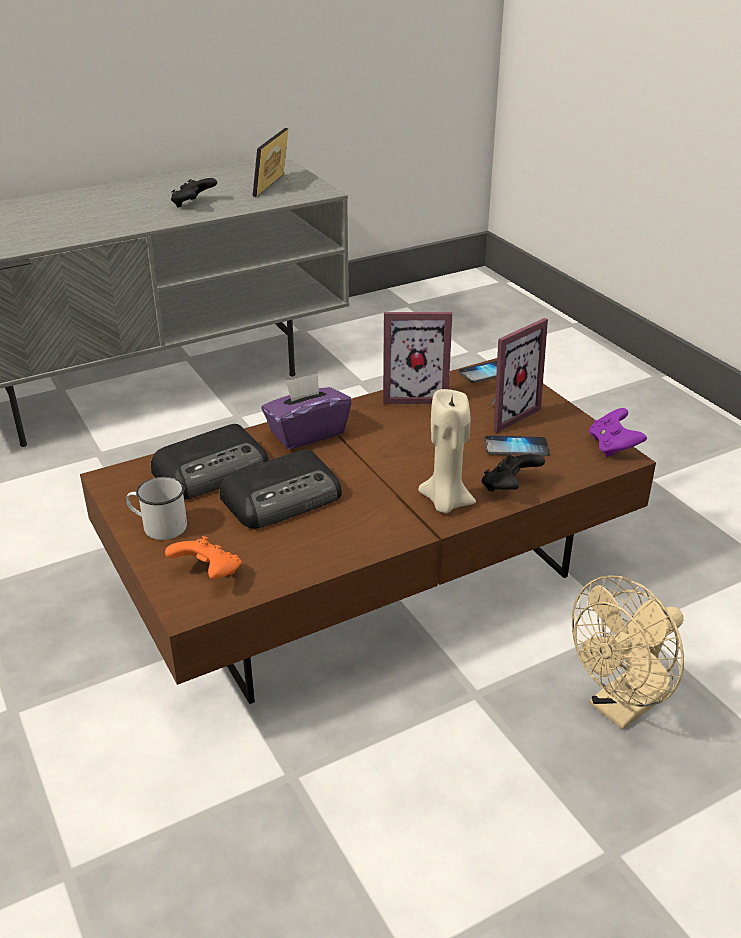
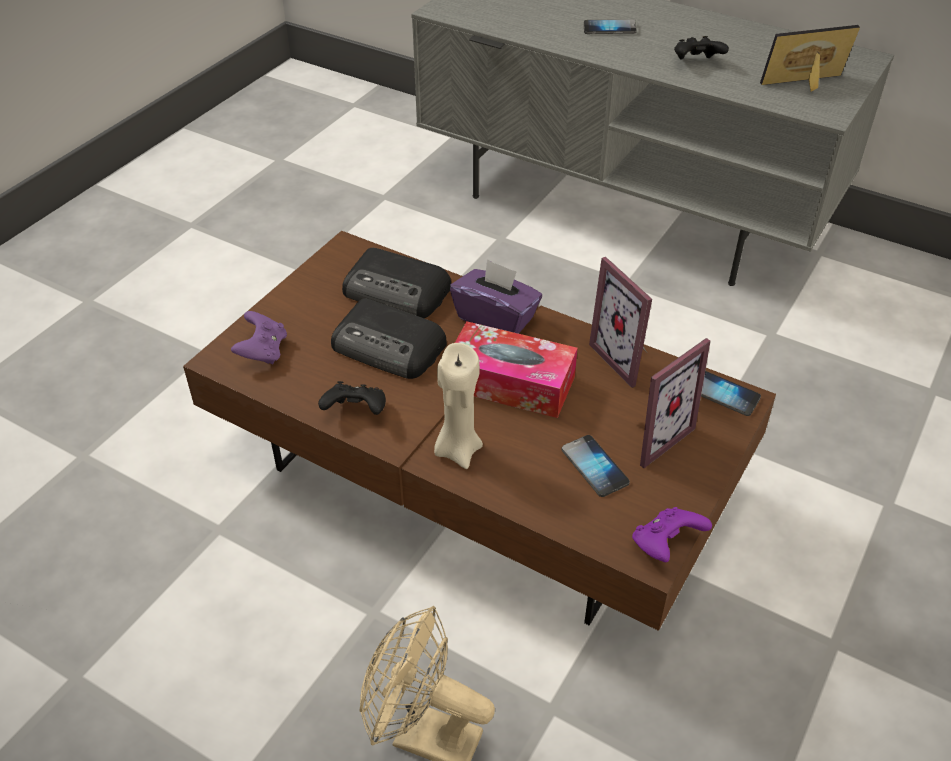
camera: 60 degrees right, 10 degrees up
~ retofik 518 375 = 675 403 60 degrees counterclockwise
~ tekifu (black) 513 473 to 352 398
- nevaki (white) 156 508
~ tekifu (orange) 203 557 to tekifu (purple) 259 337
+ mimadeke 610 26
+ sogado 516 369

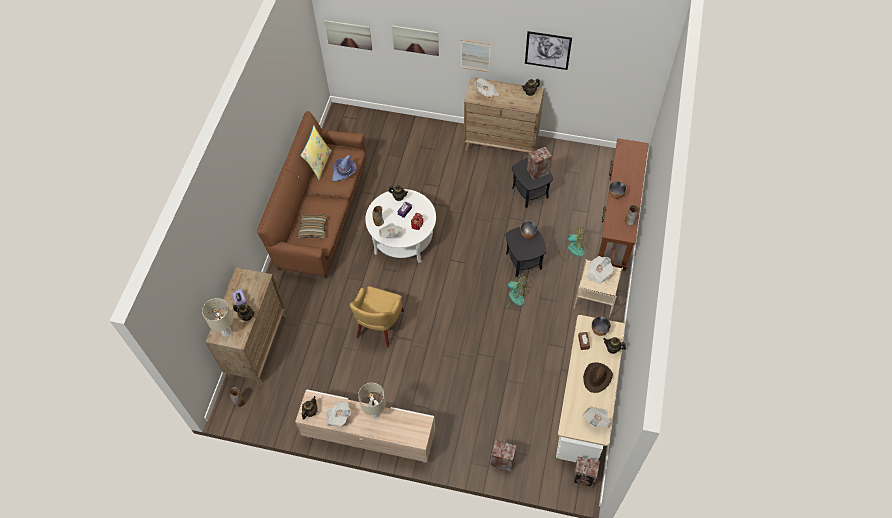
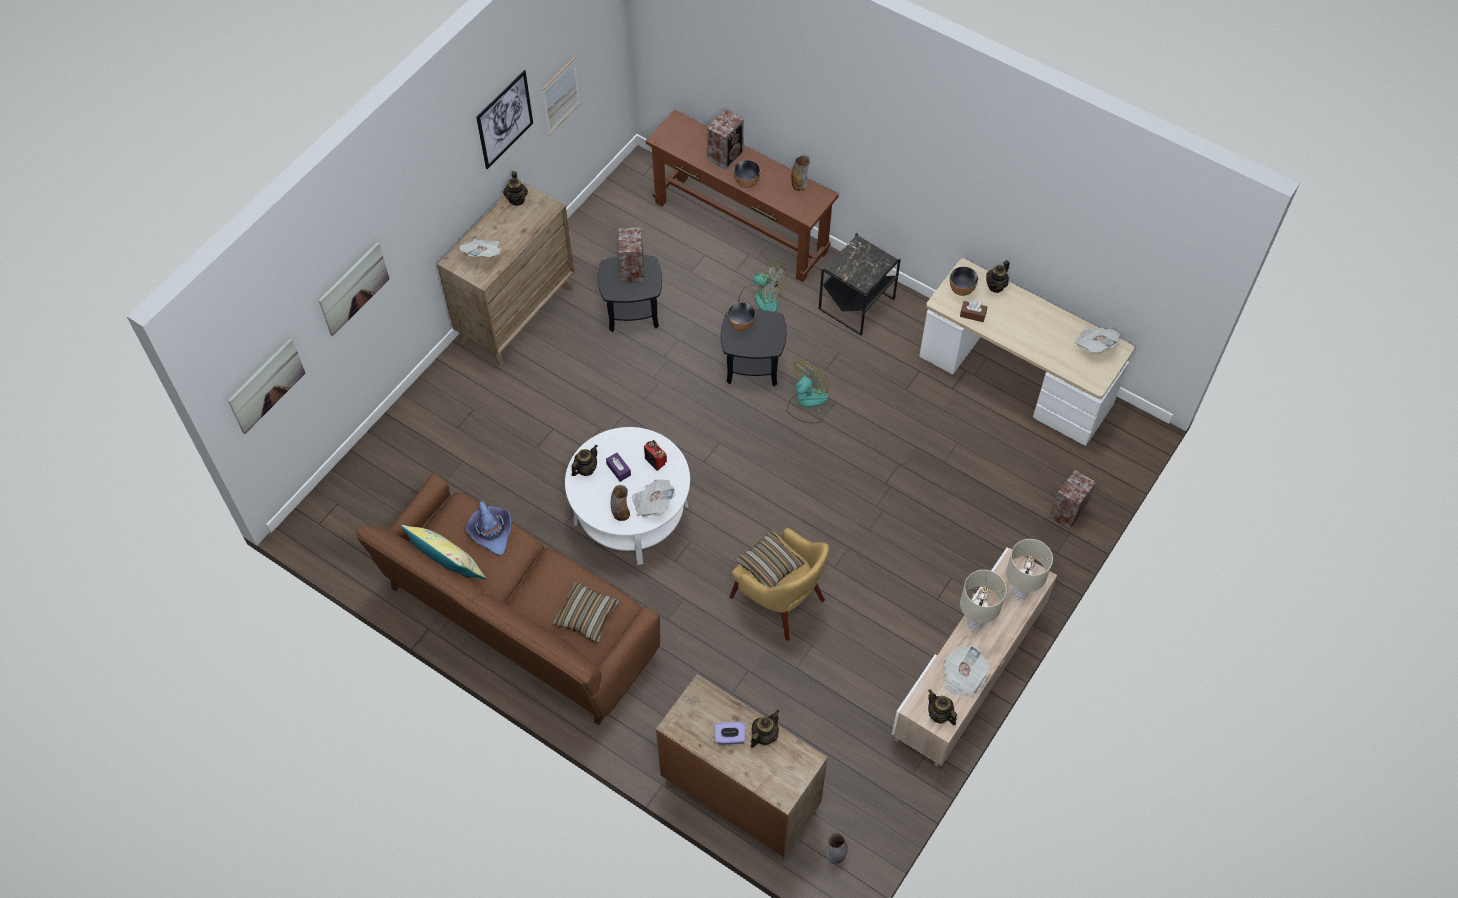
camera: 70 degrees left, 0 degrees up
~ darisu 475 55 to 561 96
~ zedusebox 571 243 = 761 287 90 degrees clockwise
- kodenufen 600 270
~ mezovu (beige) 598 288 to mezovu (black) 860 284
~ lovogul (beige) 217 317 to 1029 569
- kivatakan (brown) 598 377
~ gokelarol 586 471 to 725 139
+ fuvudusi 770 559

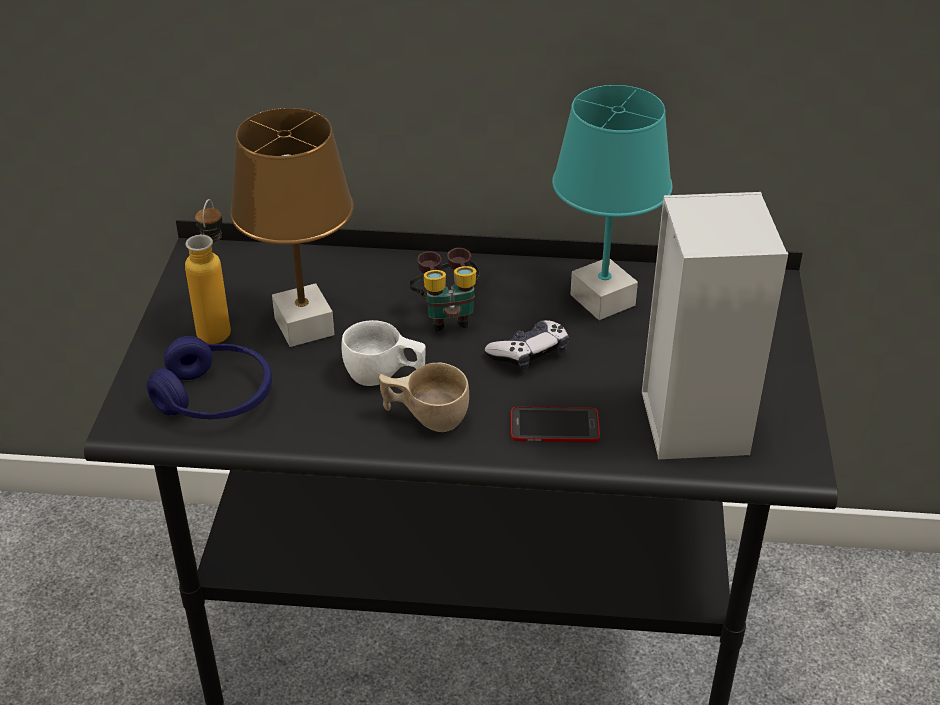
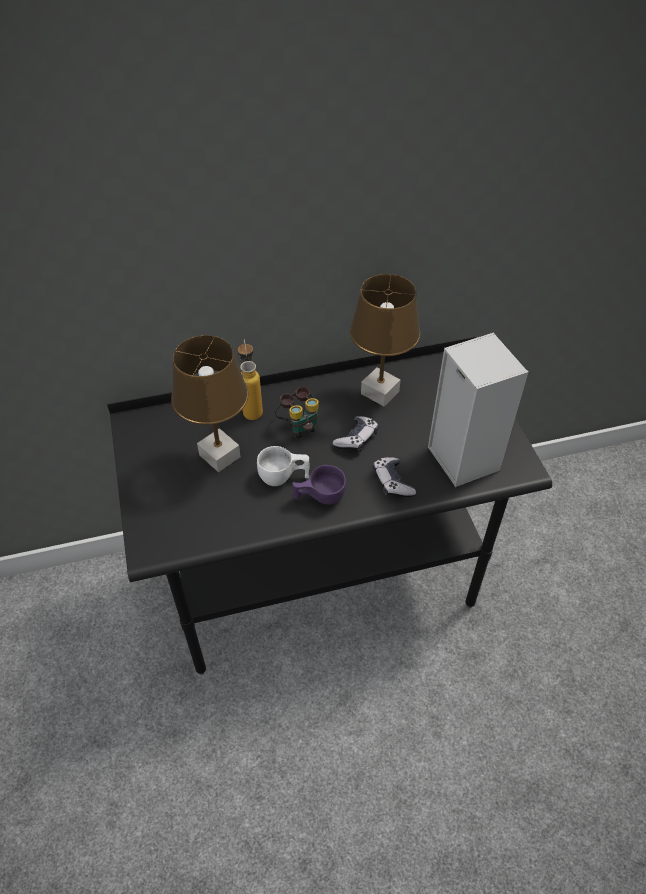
camera: 20 degrees left, 10 degrees up
~ lovogul (turquoise) 612 202 to lovogul (brown) 385 340
~ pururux 208 271 to 250 380
- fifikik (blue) 209 378
~ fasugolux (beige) 424 397 to fasugolux (purple) 319 485
~ mimadeke 555 424 to tekifu 394 477

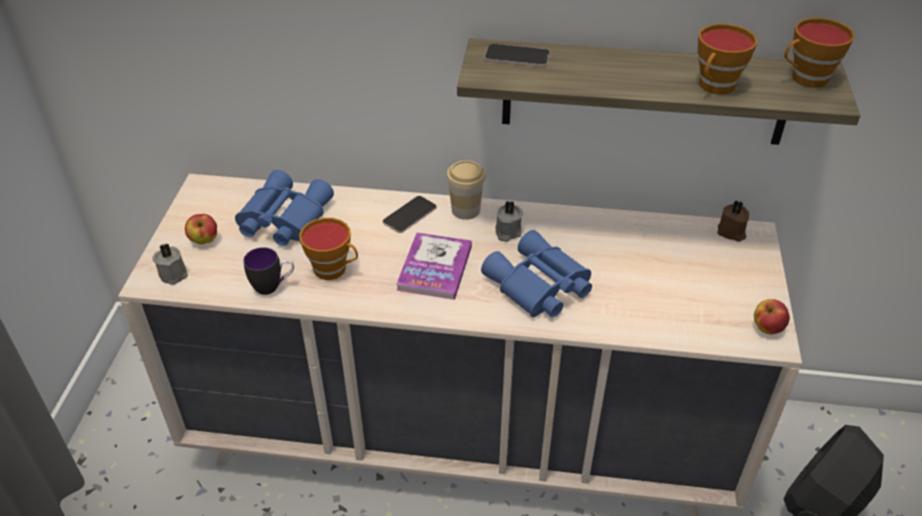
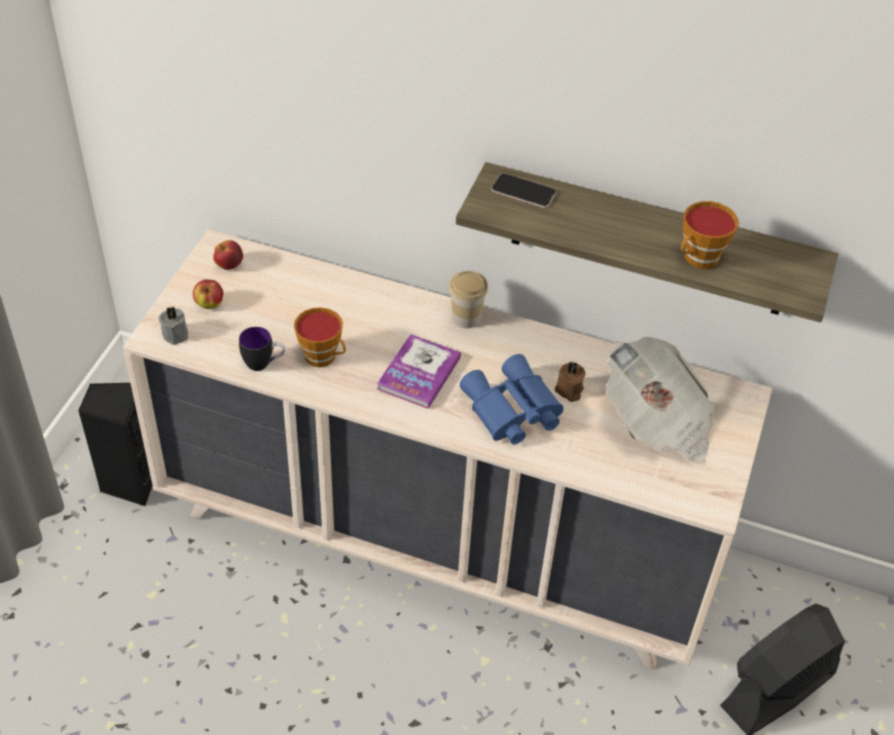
camera: 10 degrees right, 5 degrees up
- fasugolux 819 53
- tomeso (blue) 284 208
- mimadeke 410 214
- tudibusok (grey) 509 221
~ tudibusok (brown) 733 221 to 570 382
~ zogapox 772 316 to 228 255
+ kodenufen 661 400
+ gokelarol (black) 115 444

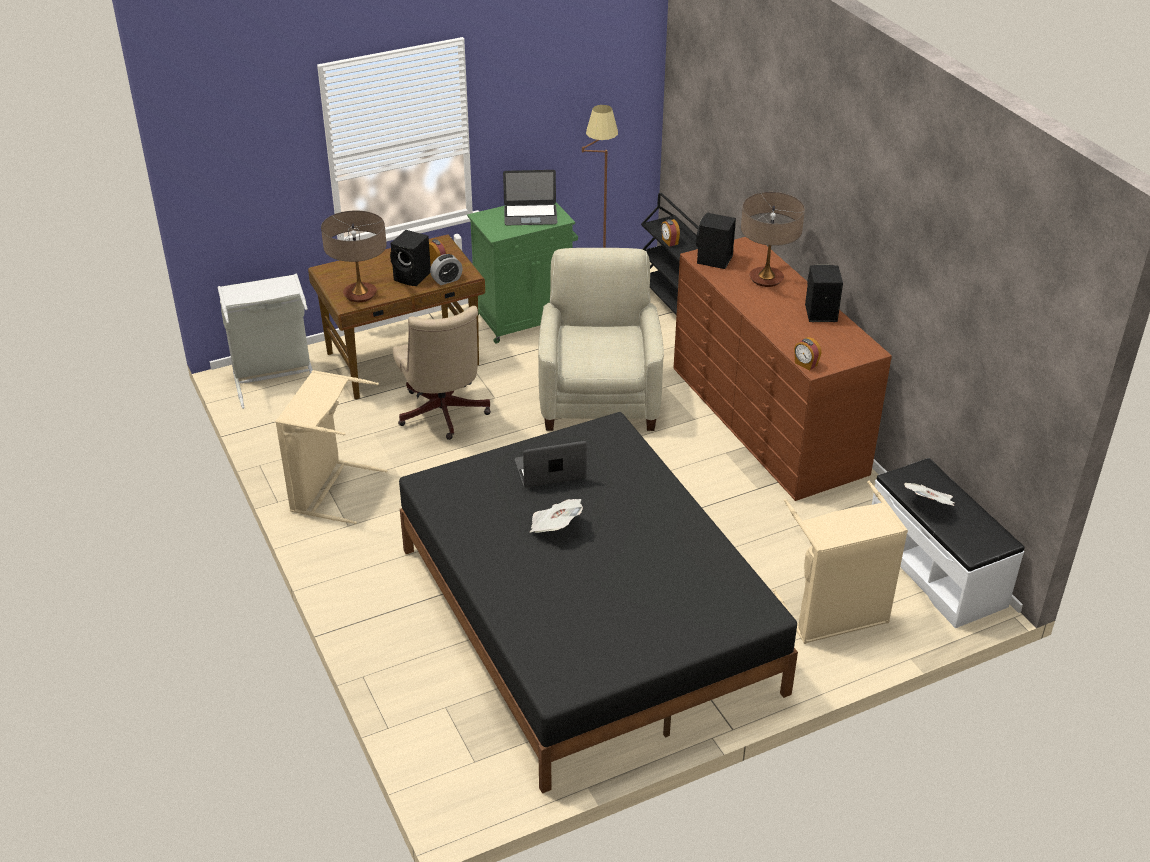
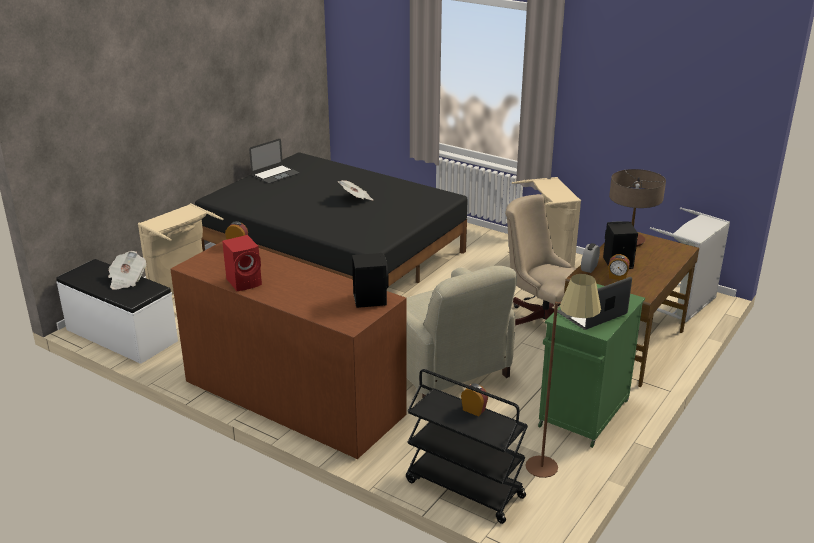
camera: 150 degrees right, 10 degrees down
- lovogul 773 239
~ gokelarol (black) 824 293 to gokelarol (red) 242 263
~ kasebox 551 464 to 274 161

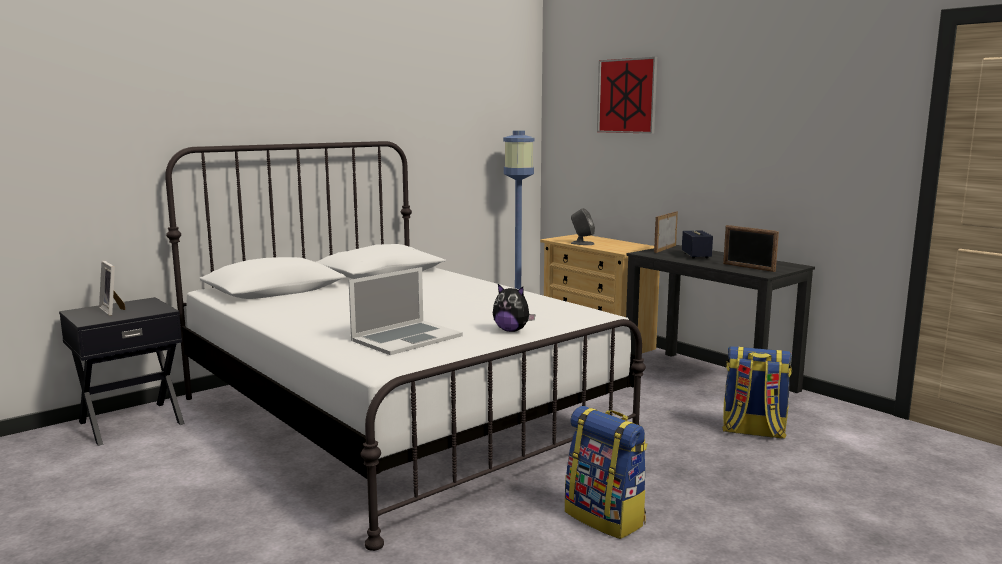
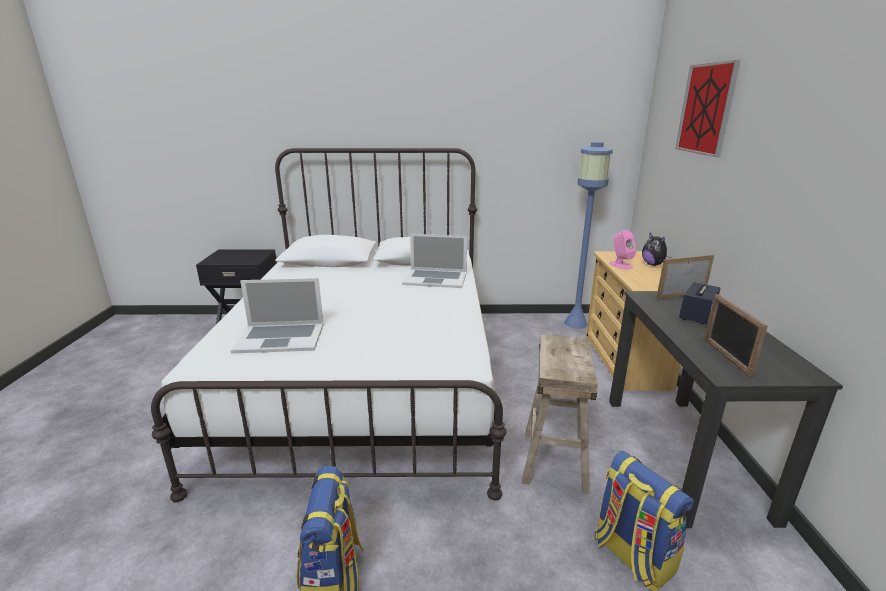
camera: 40 degrees right, 10 degrees up
~ gokelarol (grey) 583 226 to gokelarol (pink) 623 249
- retofik 112 288
~ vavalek 514 308 to 656 249
+ kasebox 434 261
+ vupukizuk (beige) 560 414

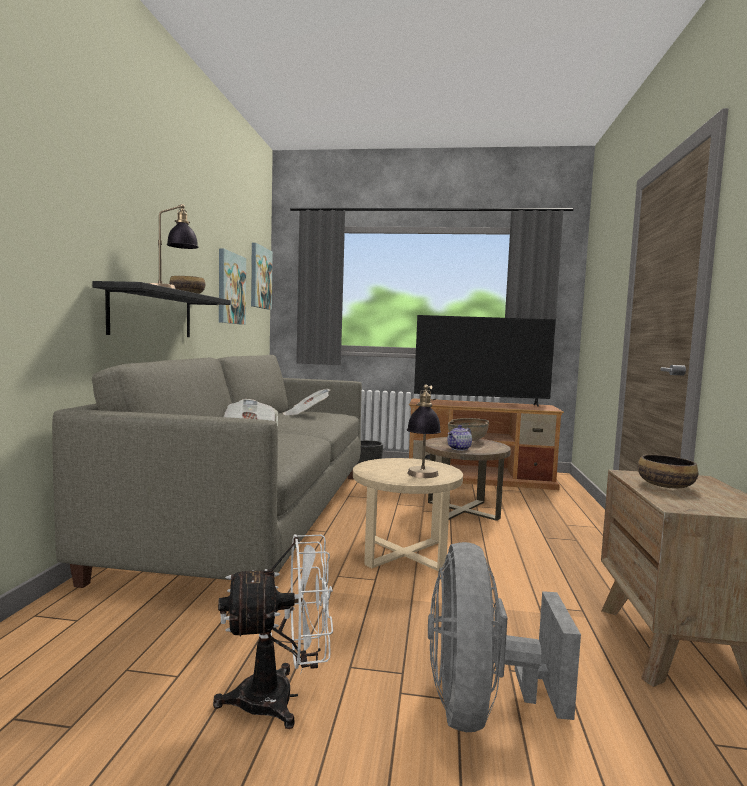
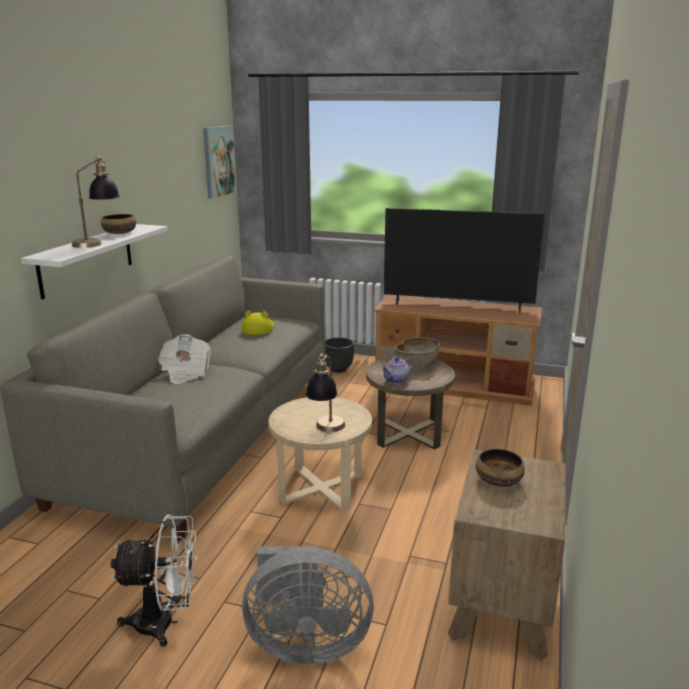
camera: 10 degrees right, 15 degrees up
- darisu 232 287
~ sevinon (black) 162 309 to sevinon (white) 94 261
~ kodenufen 306 402 to kivatakan (yellow) 258 322
~ zedusebox (grey) 504 637 = 308 605 105 degrees counterclockwise

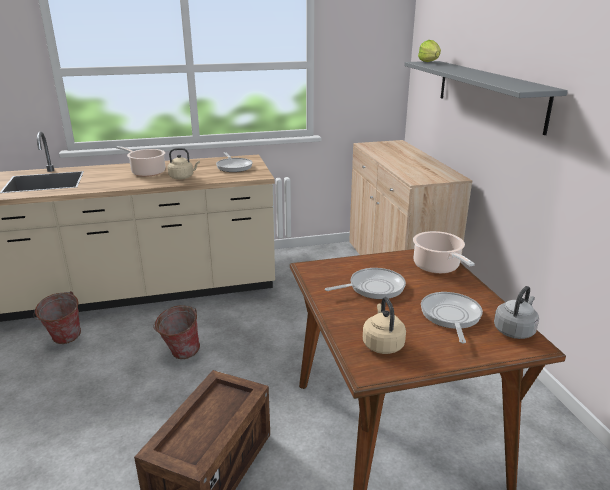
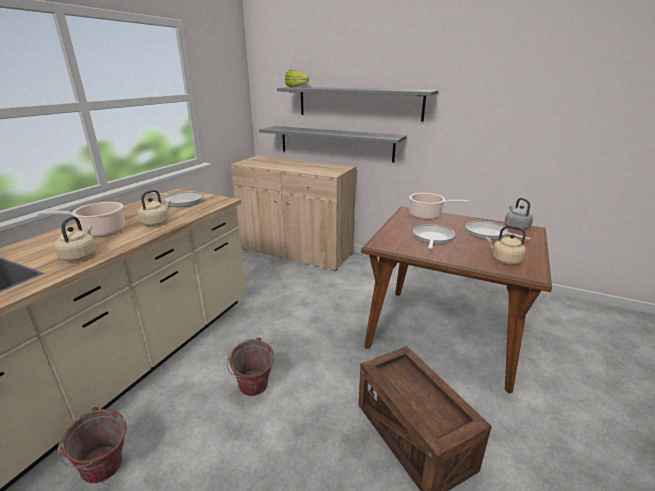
camera: 50 degrees left, 0 degrees up
+ sevinon (grey) 333 144
+ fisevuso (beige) 75 238

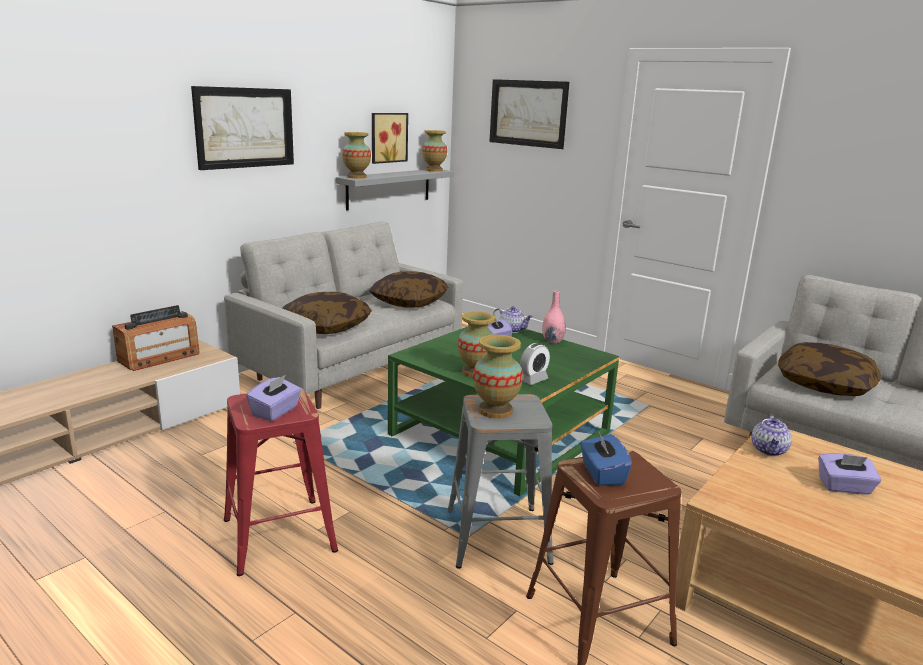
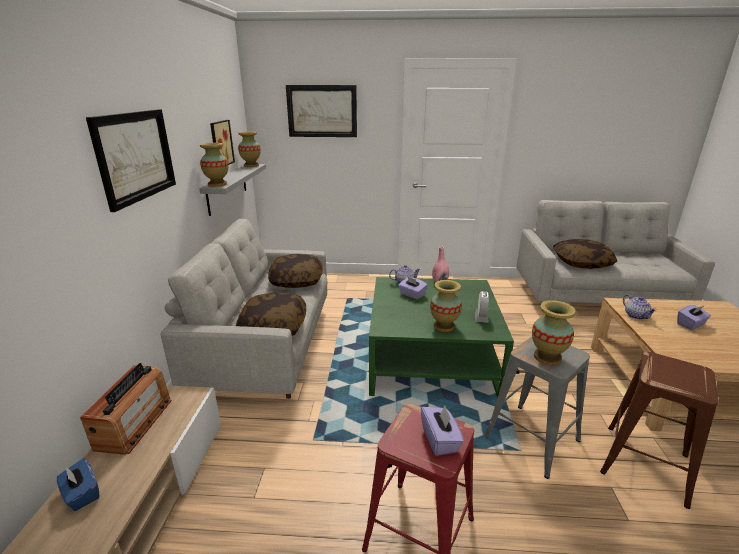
camera: 35 degrees left, 5 degrees up
~ sogado (blue) 606 459 to 78 484

